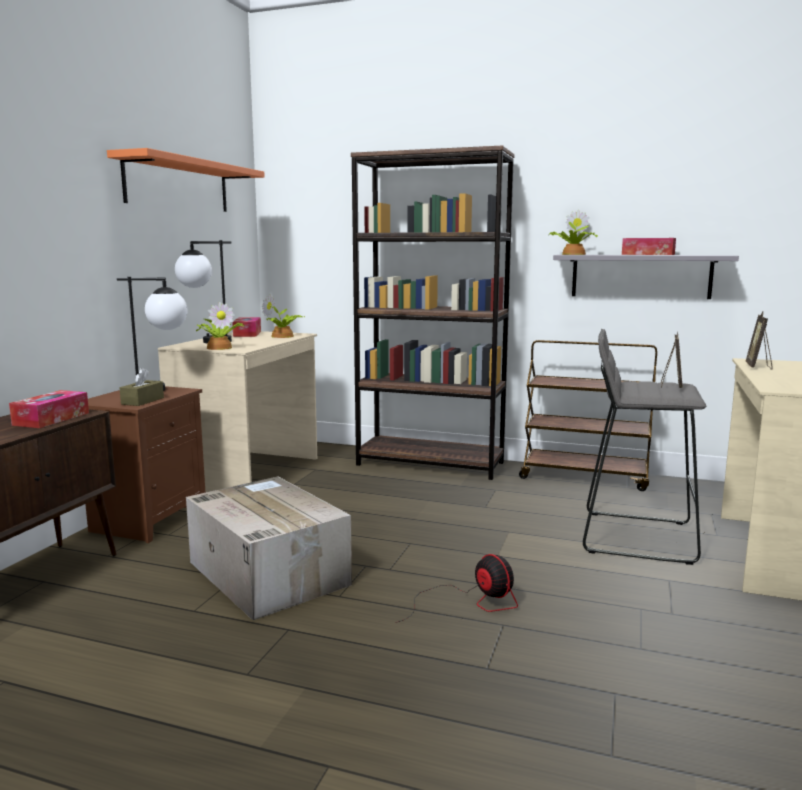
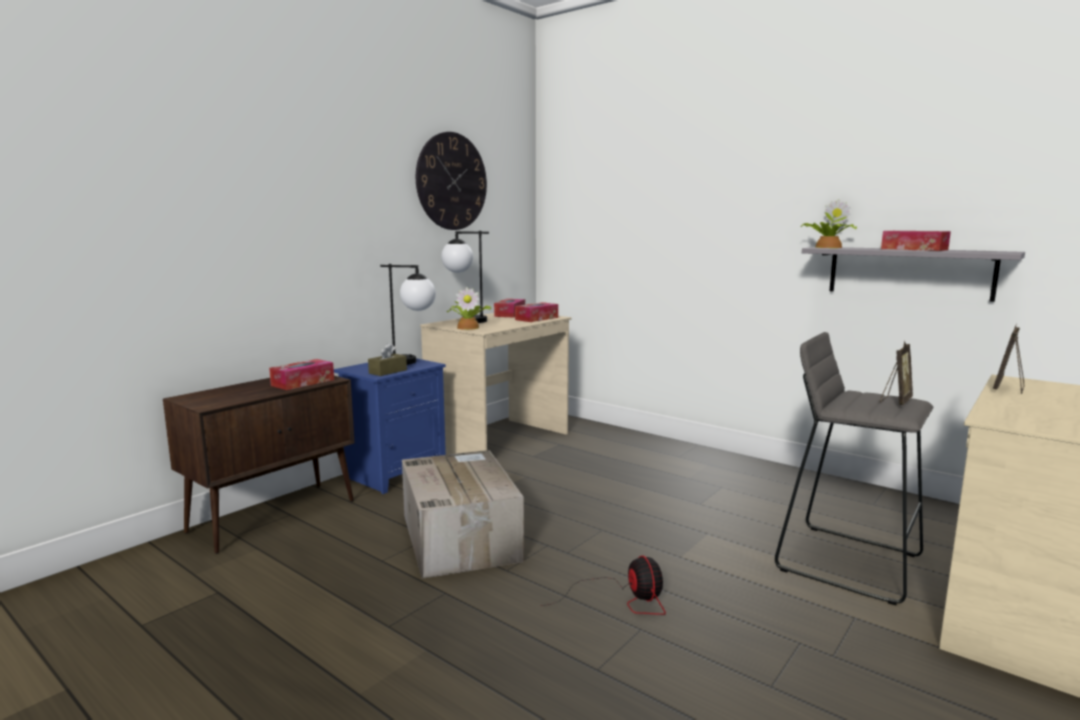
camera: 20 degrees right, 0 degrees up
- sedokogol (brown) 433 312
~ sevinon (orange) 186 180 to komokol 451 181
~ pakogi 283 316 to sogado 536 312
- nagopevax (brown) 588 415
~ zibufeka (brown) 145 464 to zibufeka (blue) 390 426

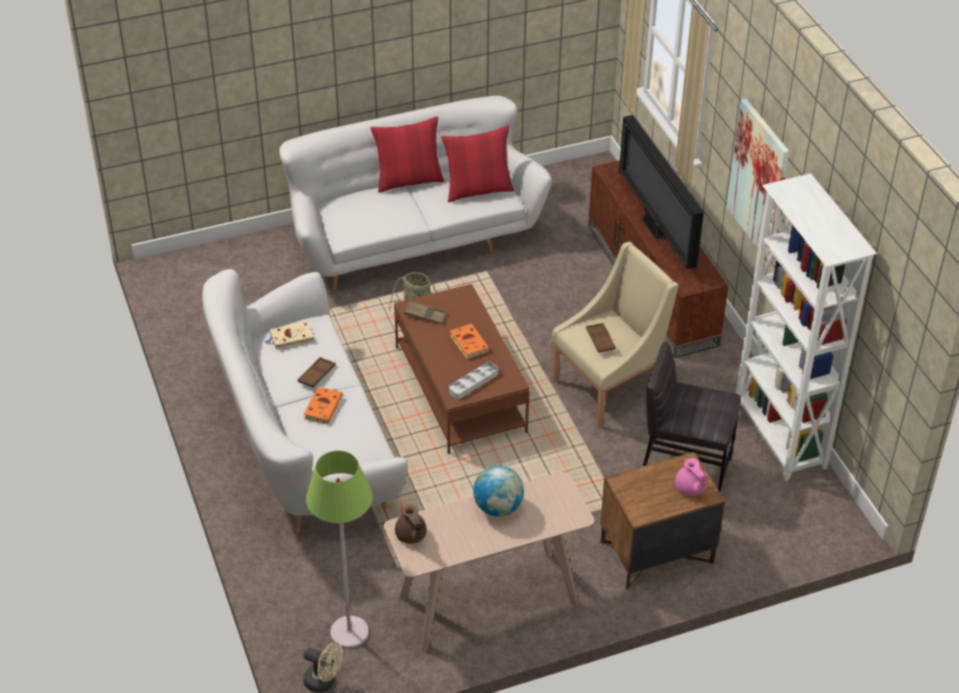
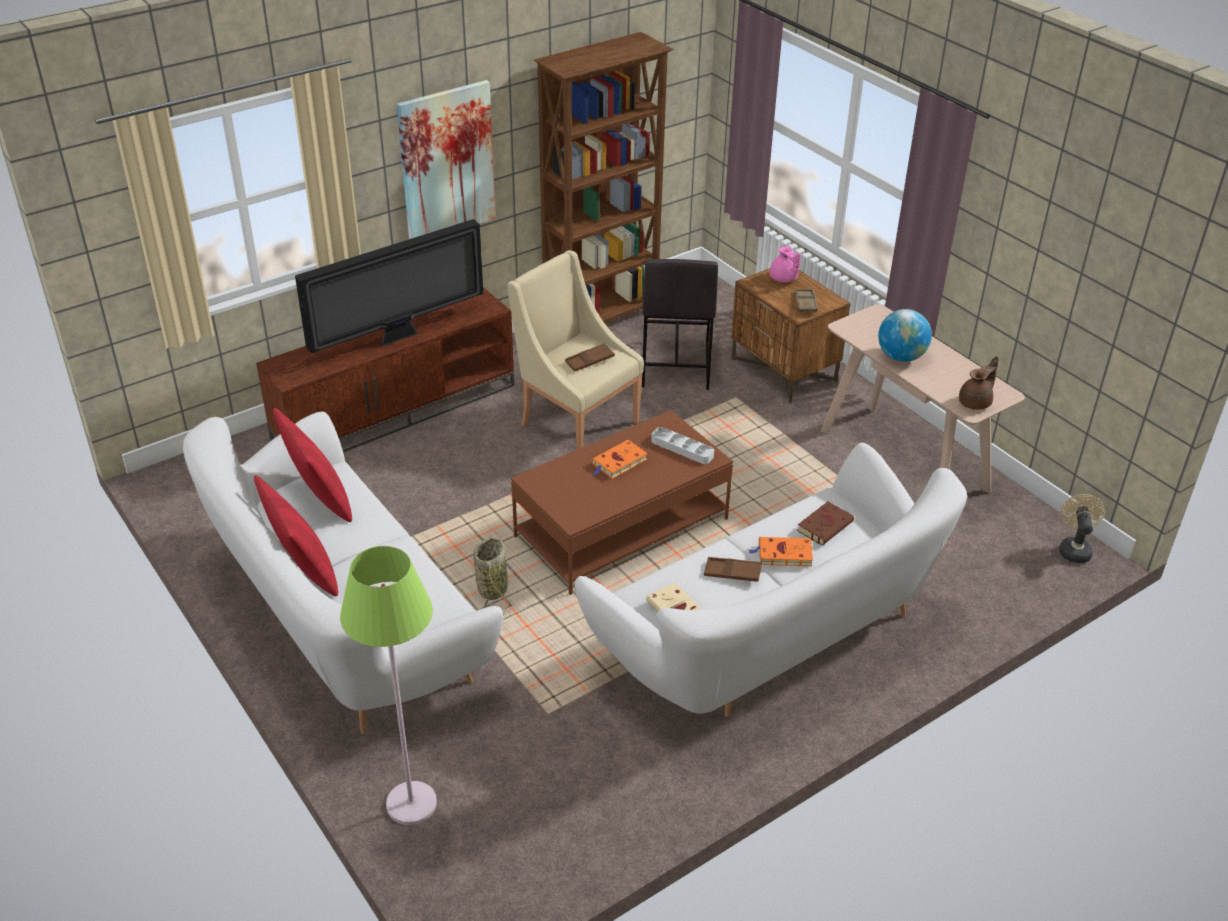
camera: 105 degrees left, 5 degrees down
~ sedokogol (white) 806 327 to sedokogol (brown) 604 177
~ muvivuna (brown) 425 313 to 806 301
~ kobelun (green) 339 550 to 388 685
~ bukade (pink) 691 477 = 785 264 105 degrees clockwise
+ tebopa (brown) 825 523

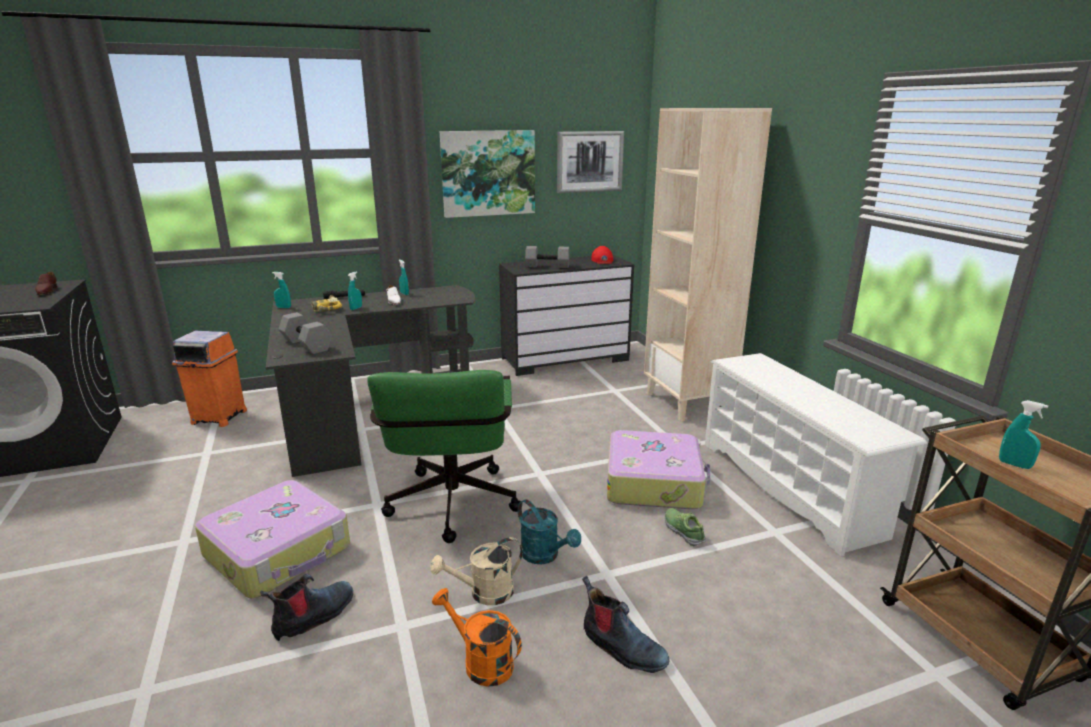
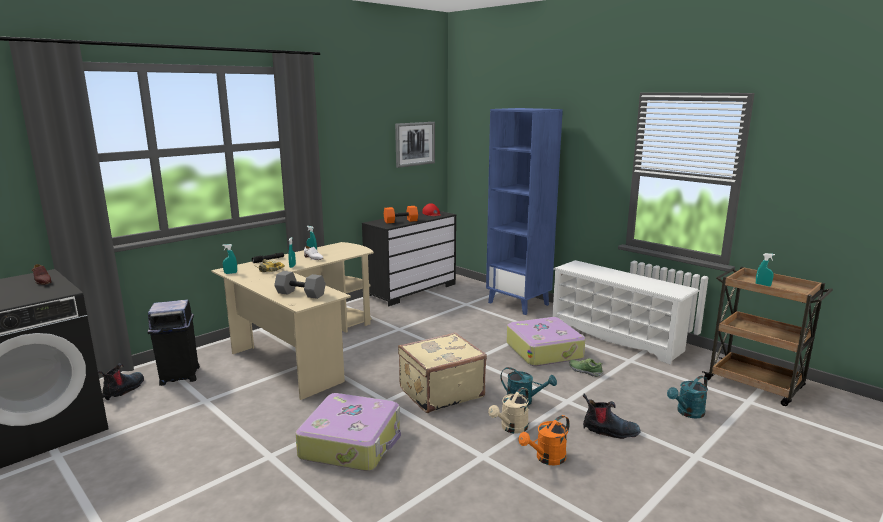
camera: 25 degrees left, 5 degrees down
~ sedokogol (beige) 708 265 to sedokogol (blue) 524 211
- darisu 487 174
~ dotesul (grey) 547 257 to dotesul (orange) 401 214
~ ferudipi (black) 370 381 to ferudipi (beige) 292 321
~ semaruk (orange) 209 378 to semaruk (black) 173 342
~ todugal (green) 444 456 to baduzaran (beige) 442 372
~ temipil 306 607 to 121 381
~ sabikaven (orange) 477 637 = 544 440 45 degrees counterclockwise
+ sabikaven (turquoise) 687 396

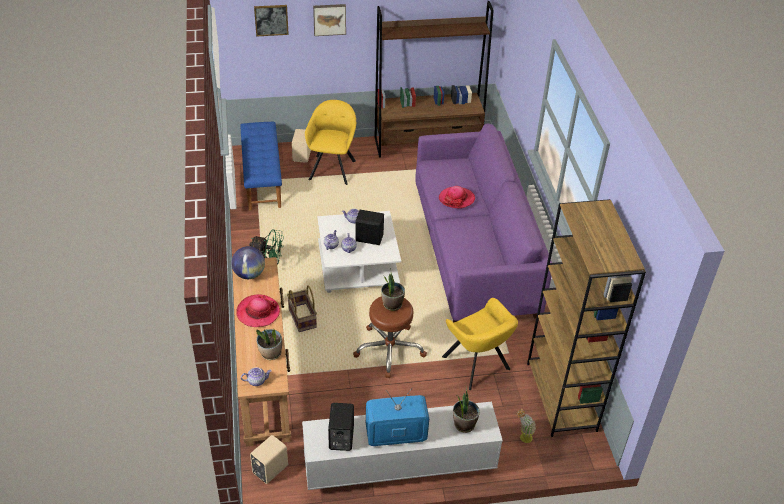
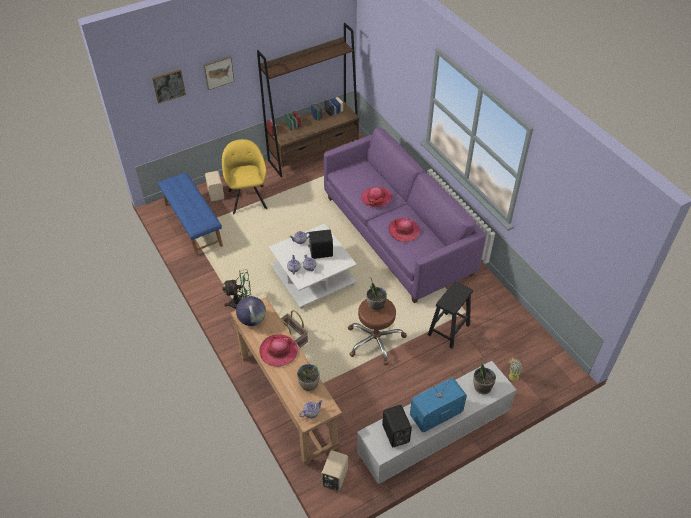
camera: 20 degrees left, 5 degrees up
- sedokogol (brown) 586 318
~ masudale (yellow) 480 344 to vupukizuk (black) 450 314
+ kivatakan 404 230

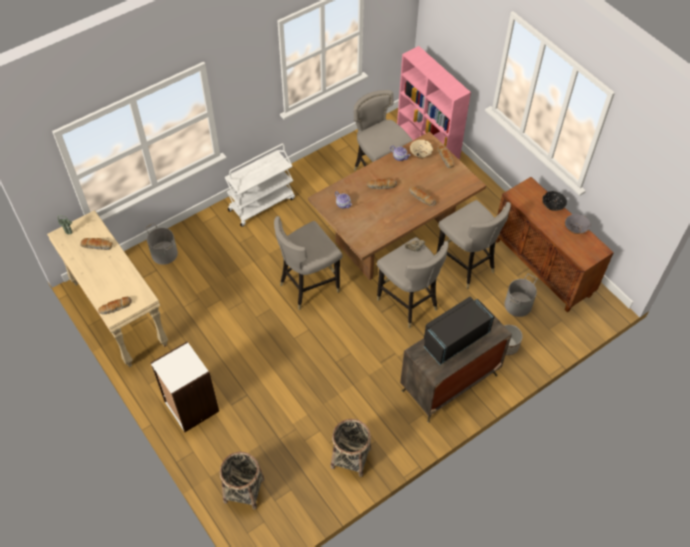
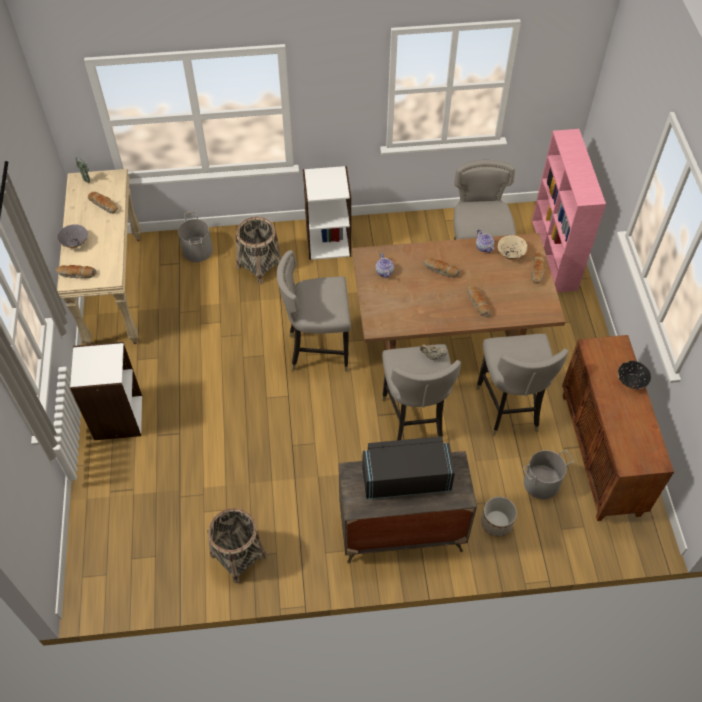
camera: 30 degrees right, 0 degrees up
~ nagopevax (white) 260 185 to sedokogol (white) 327 213
~ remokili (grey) 578 224 to 72 236
~ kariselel 242 481 to 259 250

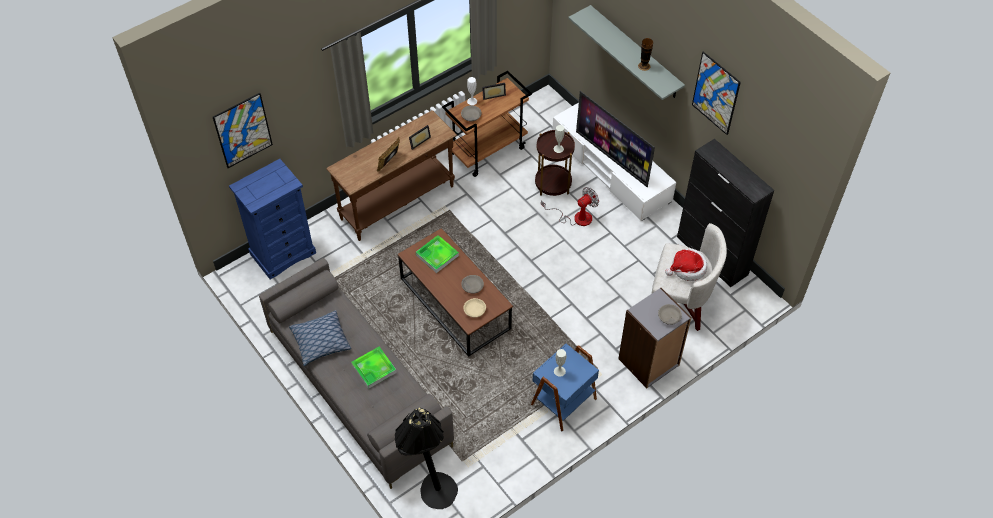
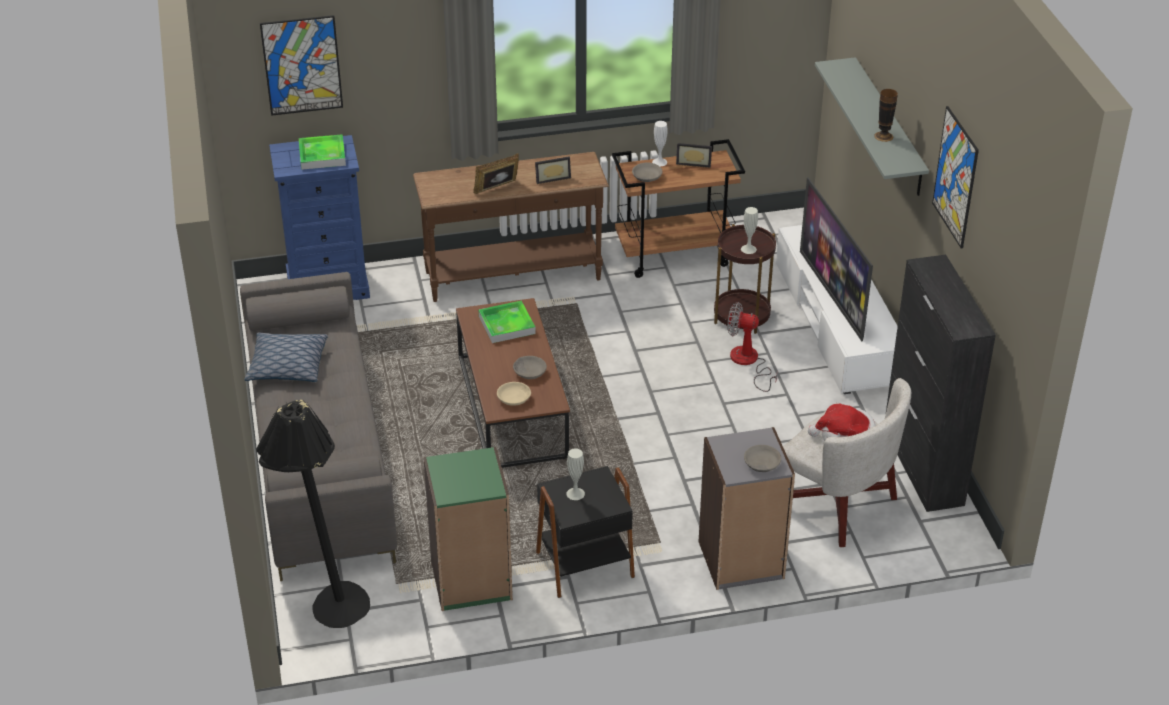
camera: 25 degrees right, 15 degrees down
~ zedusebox 570 206 = 752 347 150 degrees counterclockwise
~ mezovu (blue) 565 387 to mezovu (black) 585 532
~ muvivuna 374 368 to 322 152
+ sedokogol (green) 468 529

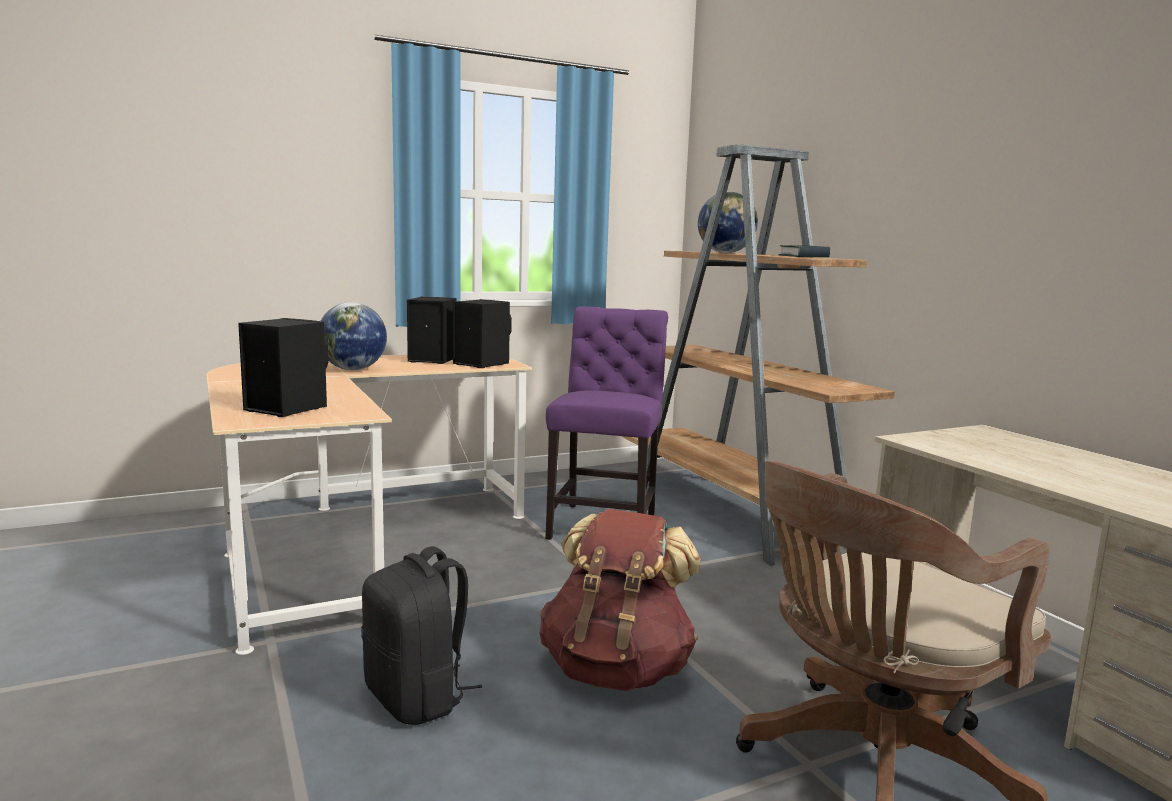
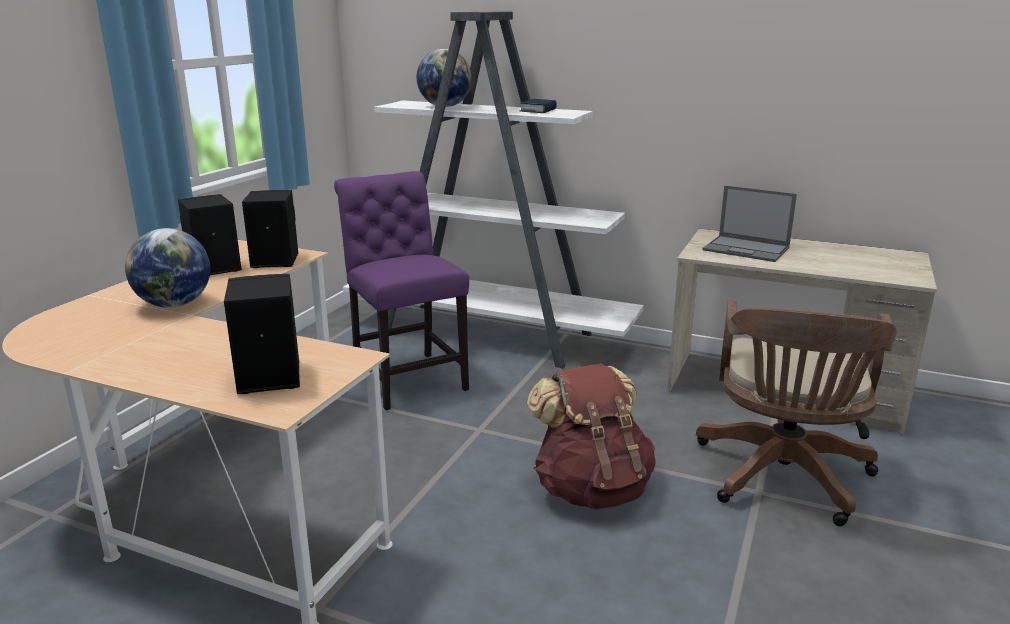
camera: 40 degrees left, 10 degrees up
~ sedokogol (brown) 758 355 to sedokogol (white) 493 190
- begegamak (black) 421 635
+ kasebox 749 223

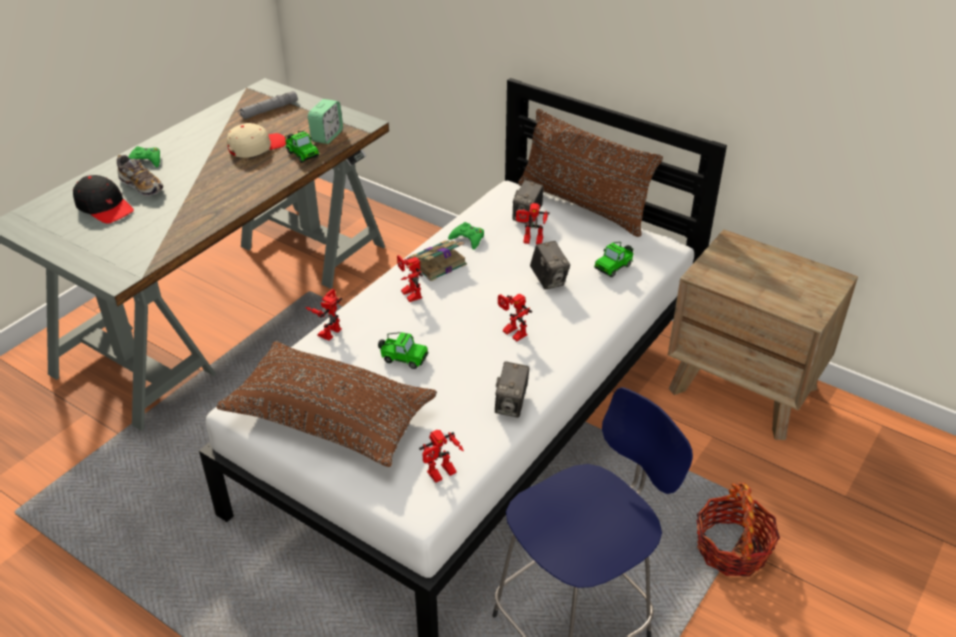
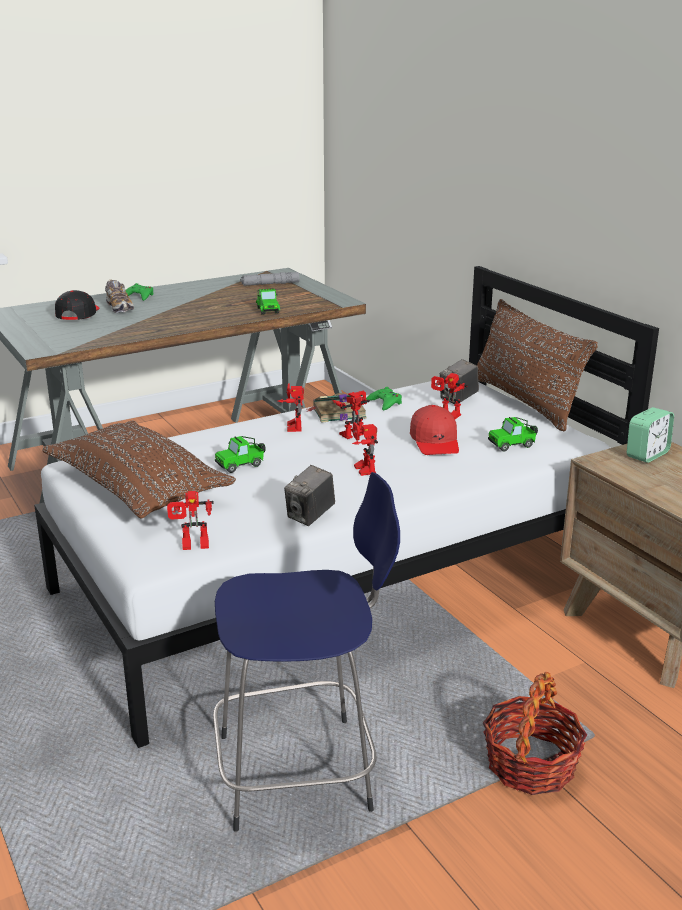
camera: 25 degrees right, 15 degrees down
~ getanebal 325 121 to 650 435
- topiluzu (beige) 256 140
~ topiluzu (black) 103 199 = 77 305 150 degrees counterclockwise
~ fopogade 550 265 to topiluzu (red) 434 430
~ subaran 323 315 to 351 415
~ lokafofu 403 350 = 240 454 105 degrees clockwise

